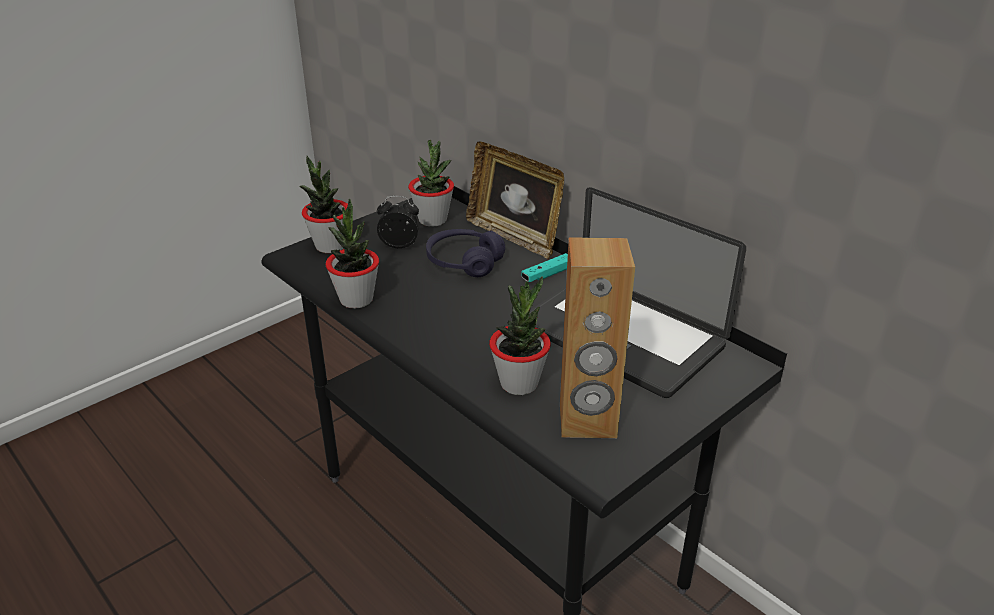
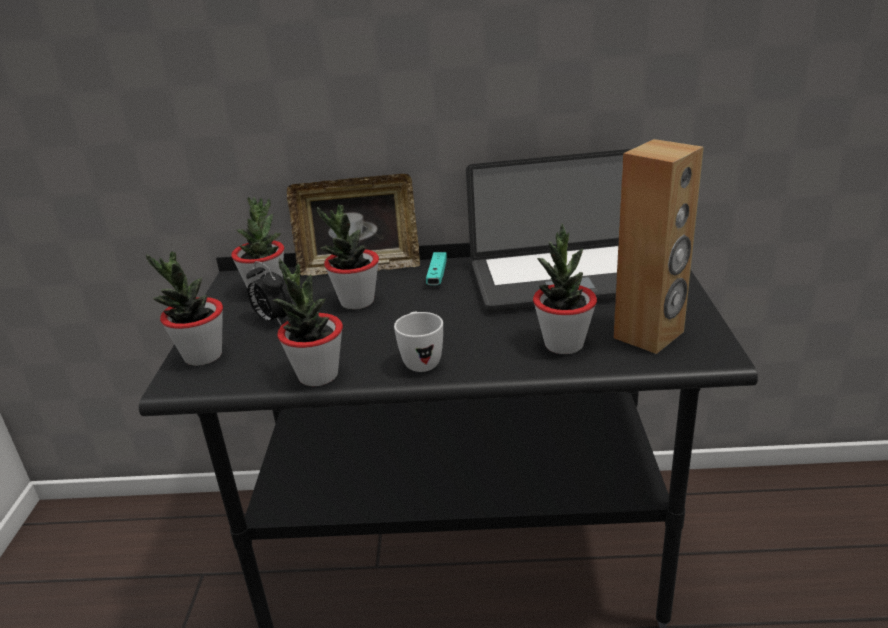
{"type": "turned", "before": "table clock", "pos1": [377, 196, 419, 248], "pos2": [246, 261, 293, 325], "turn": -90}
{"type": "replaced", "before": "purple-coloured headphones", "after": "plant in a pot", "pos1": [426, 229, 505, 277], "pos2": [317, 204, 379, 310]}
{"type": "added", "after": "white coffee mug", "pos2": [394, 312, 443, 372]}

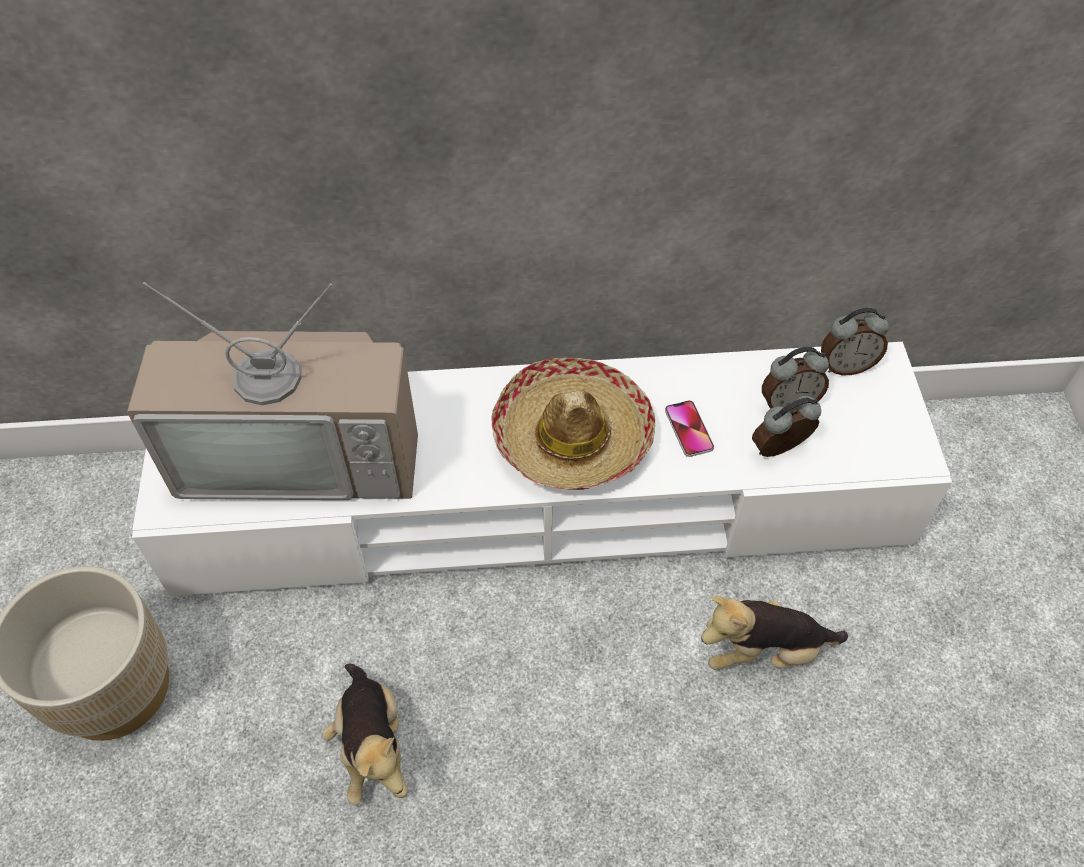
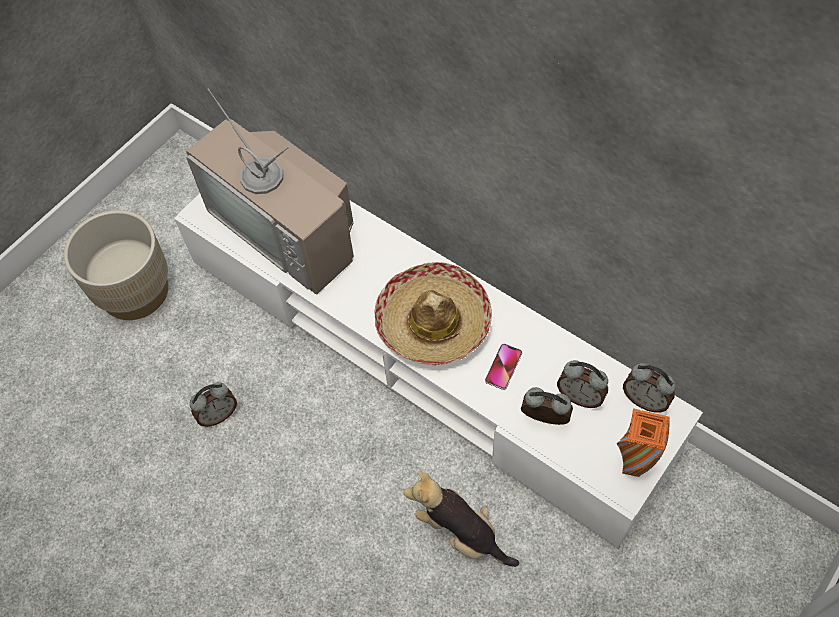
{"type": "replaced", "before": "soft toy", "after": "table clock", "pos1": [322, 663, 408, 805], "pos2": [190, 382, 237, 427]}
{"type": "added", "after": "orange-coloured vase", "pos2": [617, 408, 670, 477]}

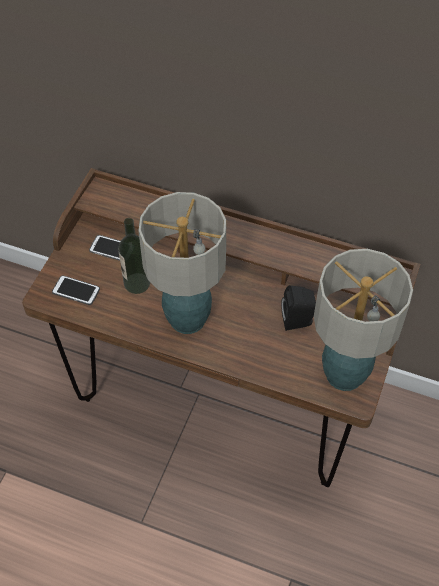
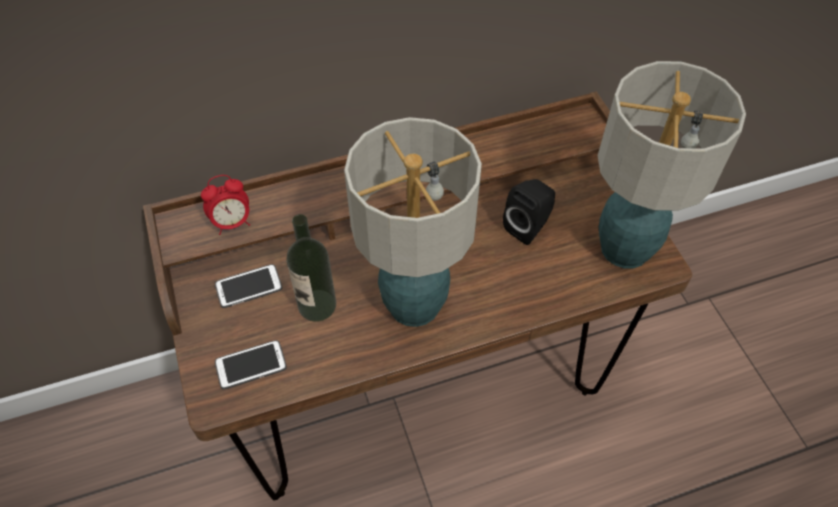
{"type": "added", "after": "table clock", "pos2": [201, 175, 250, 235]}

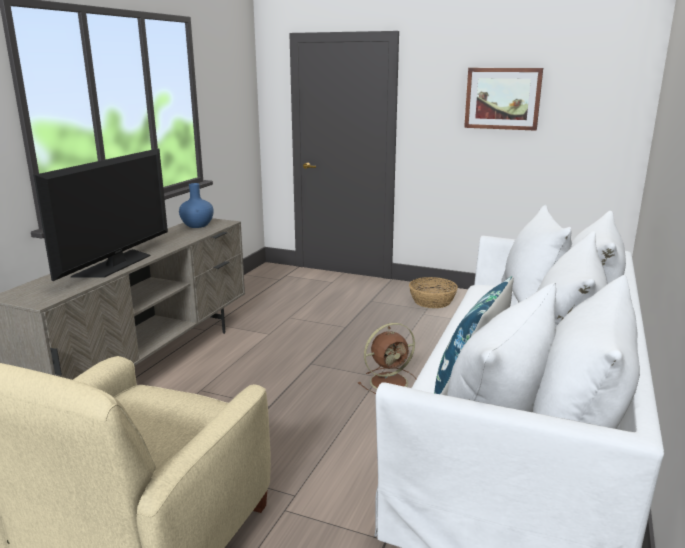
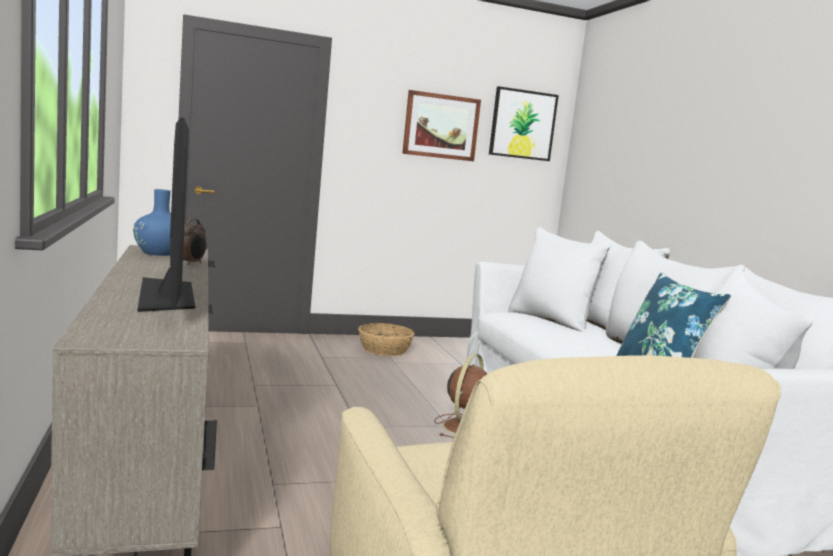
{"type": "added", "after": "table clock", "pos2": [183, 219, 207, 265]}
{"type": "added", "after": "wall picture", "pos2": [489, 86, 559, 161]}

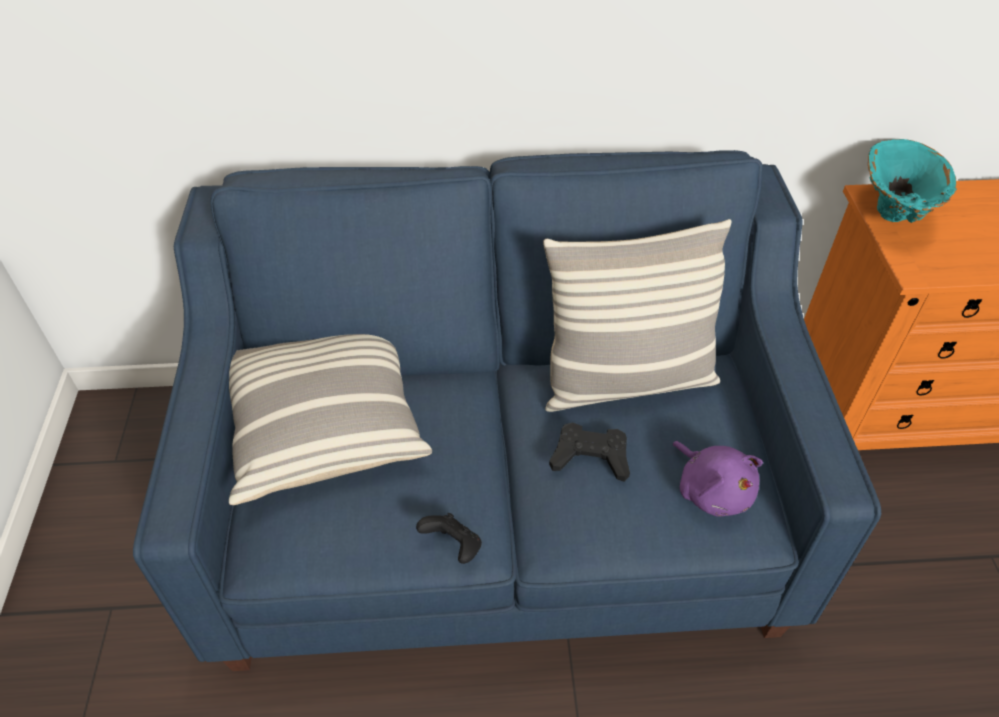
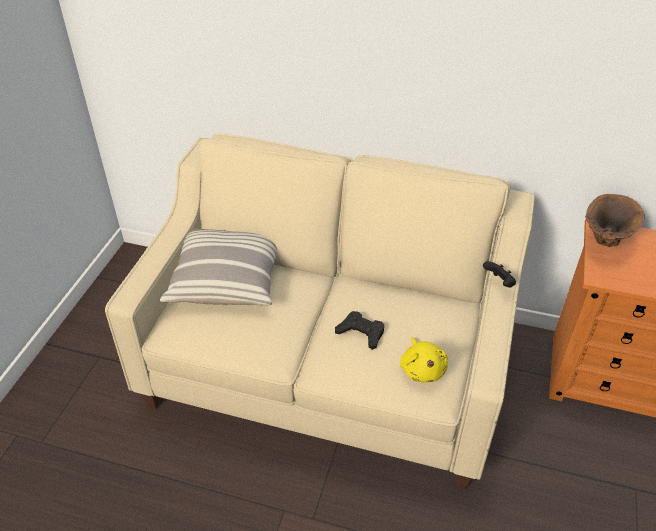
{"type": "recoloured", "before": "bluish couch", "after": "sand-coloured couch", "pos1": [133, 150, 881, 671], "pos2": [105, 133, 535, 489]}
{"type": "moved", "before": "blackish joypad", "pos1": [416, 513, 482, 564], "pos2": [483, 261, 516, 288]}
{"type": "removed", "before": "cushion", "pos1": [543, 219, 731, 412]}
{"type": "recoloured", "before": "purple-coloured soft toy", "after": "yellow-coloured soft toy", "pos1": [673, 441, 763, 517], "pos2": [400, 337, 448, 383]}
{"type": "recoloured", "before": "turquoise vase", "after": "brownish vase", "pos1": [868, 139, 957, 223], "pos2": [585, 194, 645, 247]}

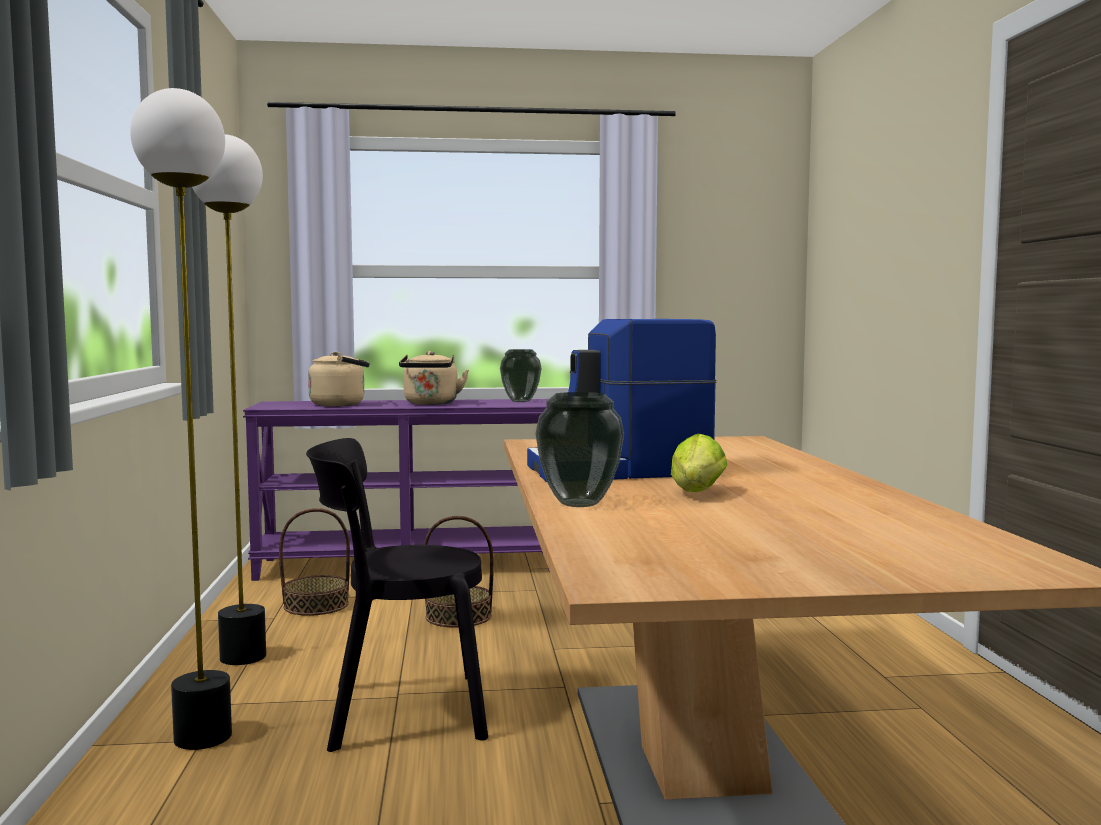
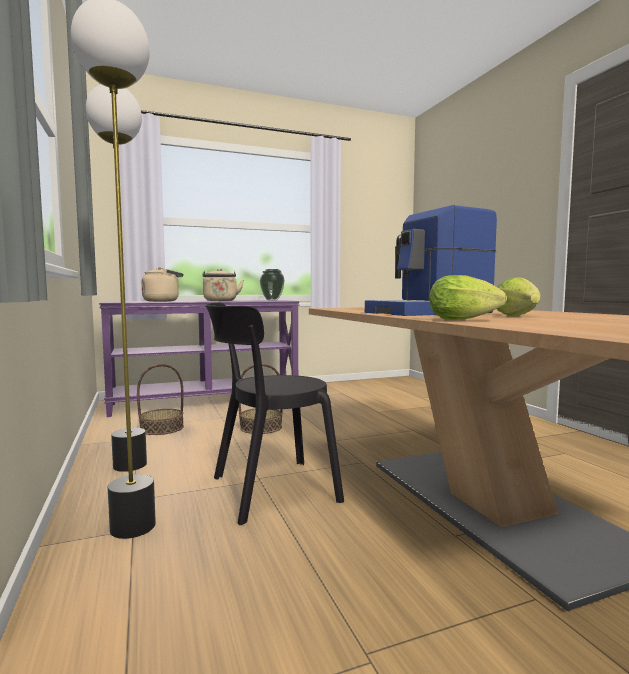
{"type": "replaced", "before": "vase", "after": "lettuce", "pos1": [535, 392, 624, 507], "pos2": [430, 275, 507, 320]}

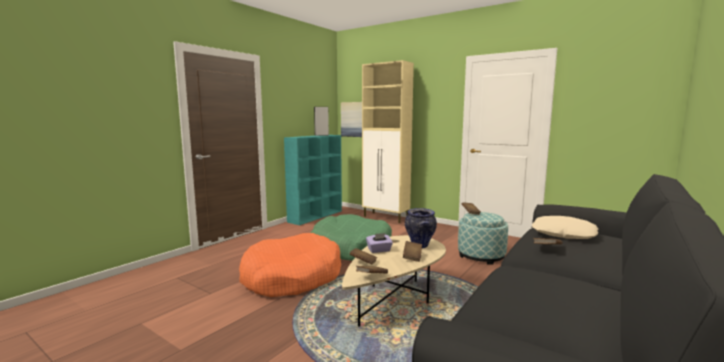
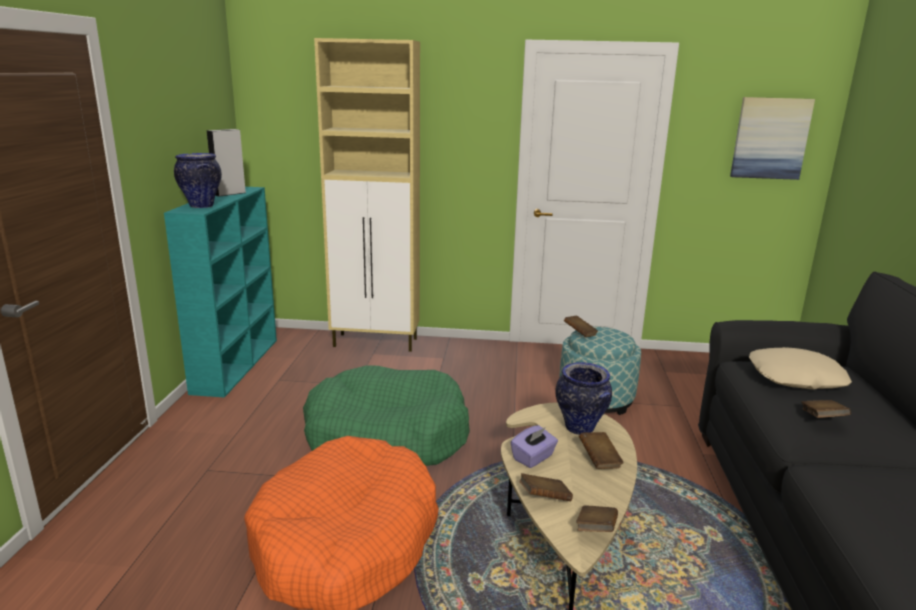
{"type": "moved", "before": "wall picture", "pos1": [341, 102, 362, 137], "pos2": [730, 97, 815, 180]}
{"type": "added", "after": "vase", "pos2": [174, 153, 222, 208]}

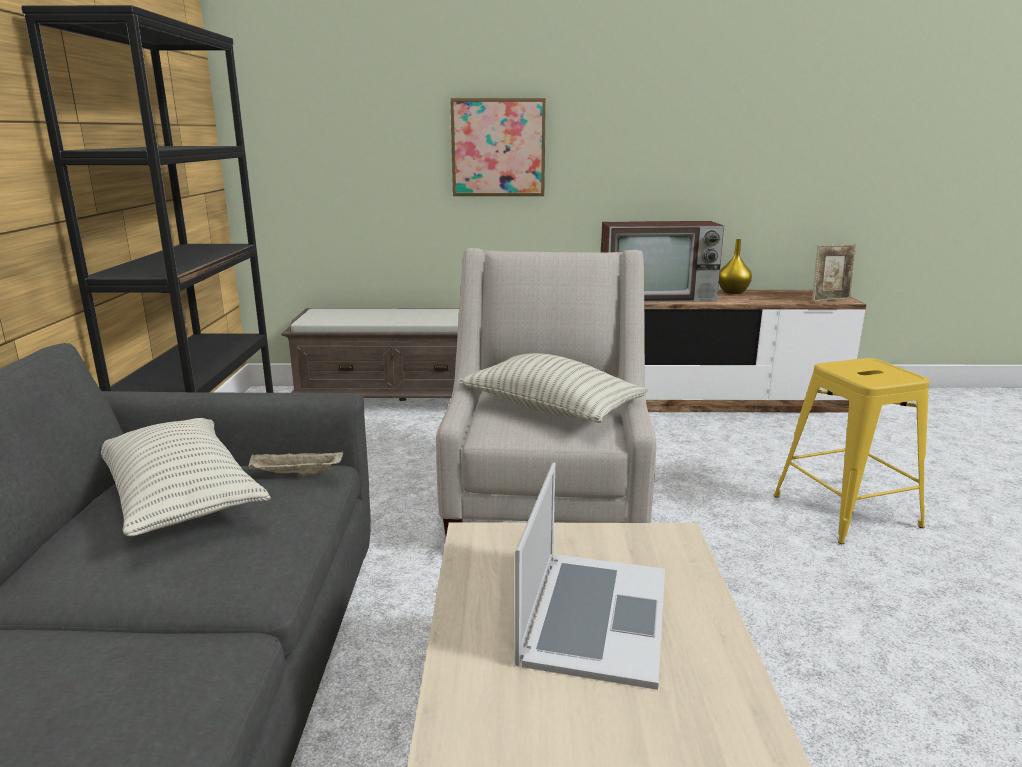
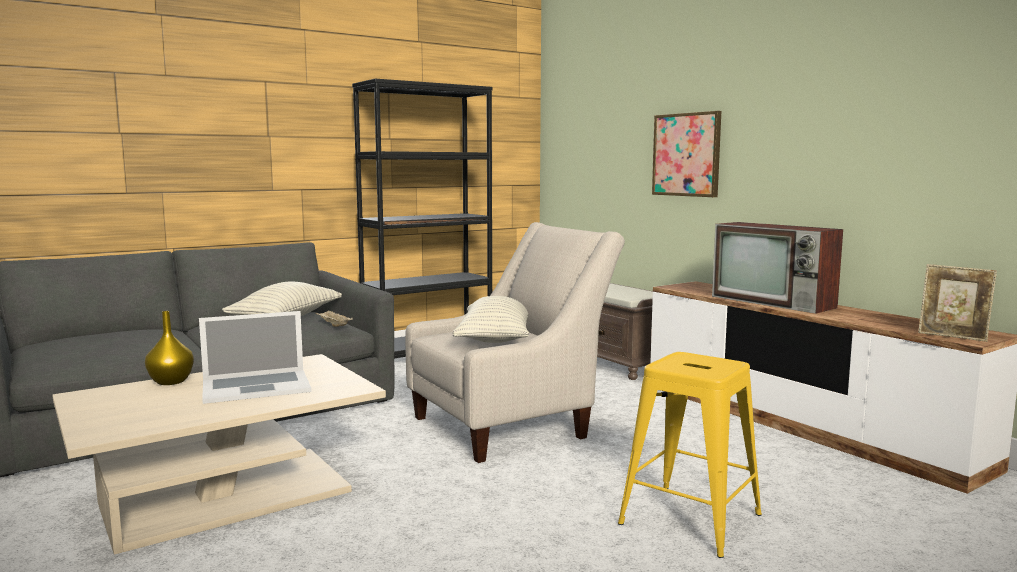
{"type": "moved", "before": "yellow-coloured vase", "pos1": [719, 239, 752, 294], "pos2": [145, 311, 194, 385]}

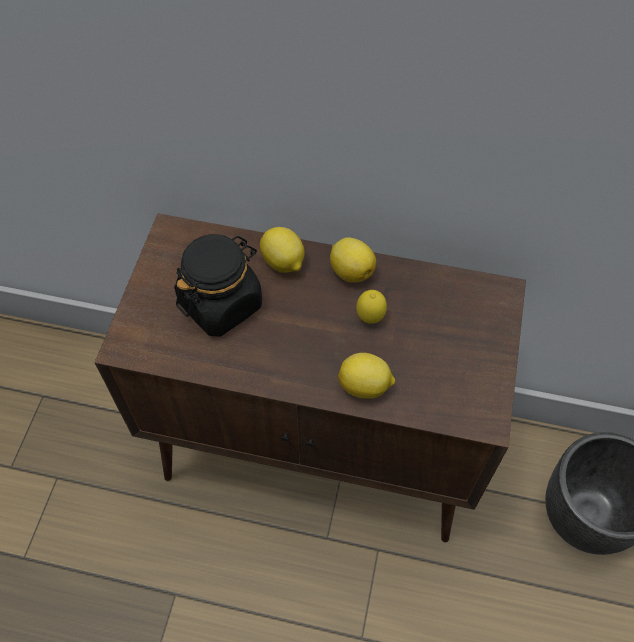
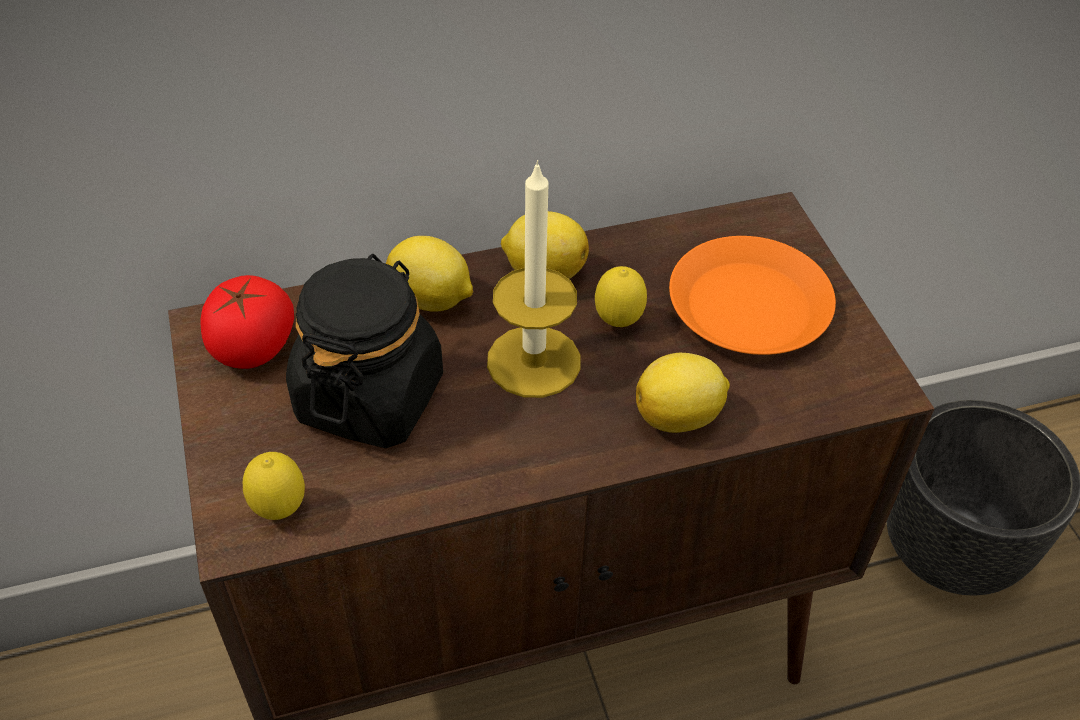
{"type": "added", "after": "whole tomato", "pos2": [200, 275, 294, 369]}
{"type": "added", "after": "whole lemon", "pos2": [243, 452, 305, 520]}
{"type": "added", "after": "wax candle", "pos2": [487, 160, 581, 398]}
{"type": "added", "after": "orange-coloured flat dish", "pos2": [669, 236, 836, 355]}

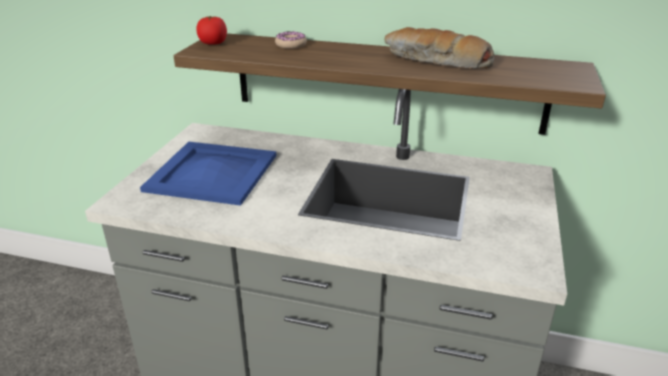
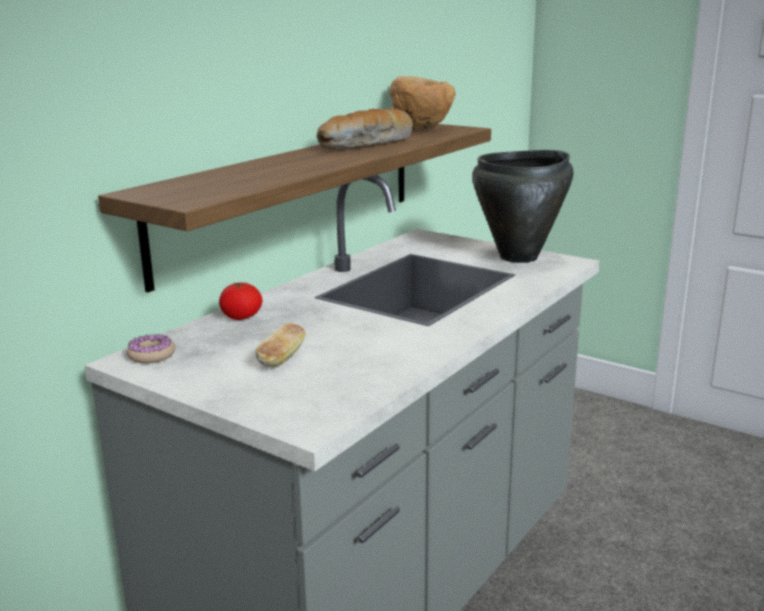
{"type": "replaced", "before": "bluish carrying tray", "after": "bakery bread", "pos1": [140, 142, 276, 206], "pos2": [255, 323, 306, 367]}
{"type": "moved", "before": "whole tomato", "pos1": [196, 16, 227, 45], "pos2": [219, 282, 263, 320]}
{"type": "moved", "before": "doughnut", "pos1": [275, 31, 307, 49], "pos2": [127, 334, 175, 363]}
{"type": "added", "after": "brownish deep dish", "pos2": [390, 76, 456, 130]}
{"type": "added", "after": "blackish stockpot", "pos2": [472, 150, 573, 263]}

